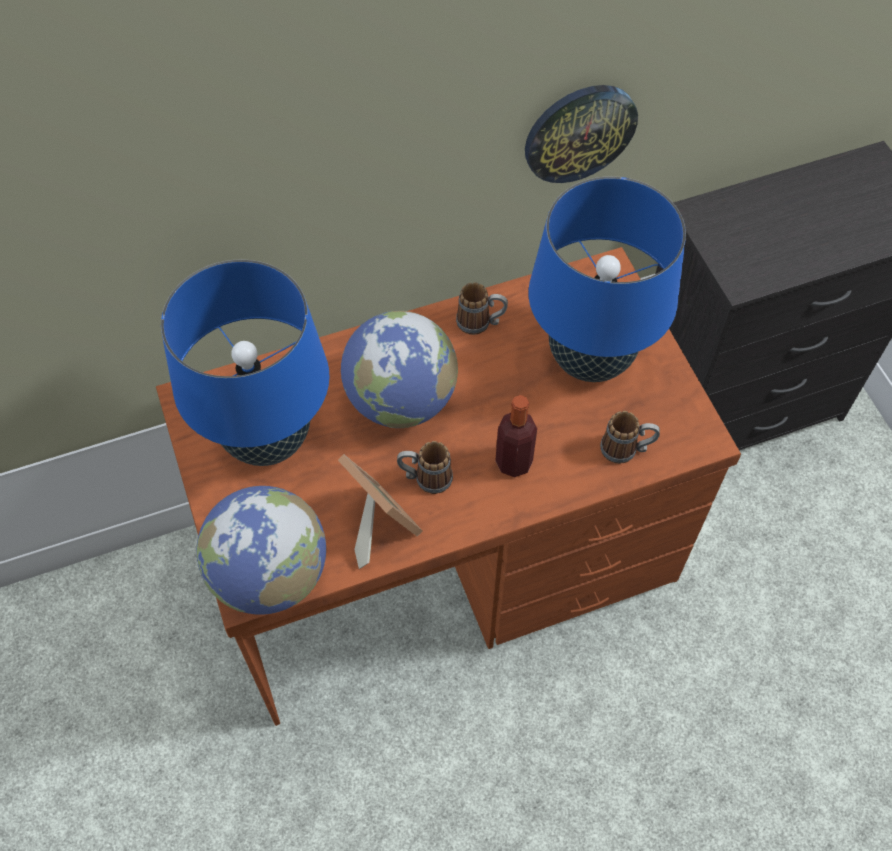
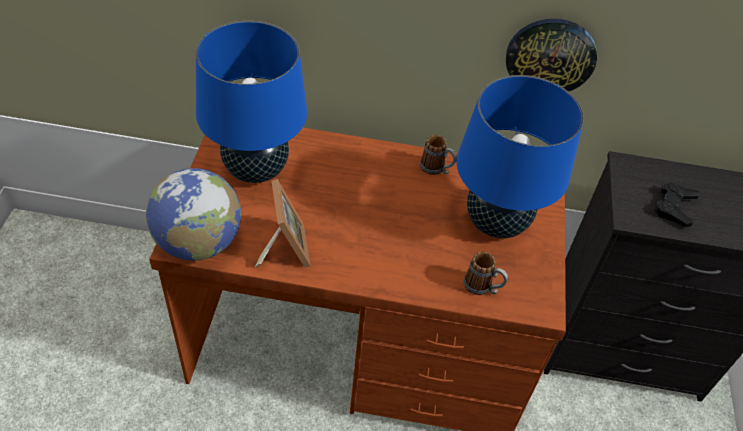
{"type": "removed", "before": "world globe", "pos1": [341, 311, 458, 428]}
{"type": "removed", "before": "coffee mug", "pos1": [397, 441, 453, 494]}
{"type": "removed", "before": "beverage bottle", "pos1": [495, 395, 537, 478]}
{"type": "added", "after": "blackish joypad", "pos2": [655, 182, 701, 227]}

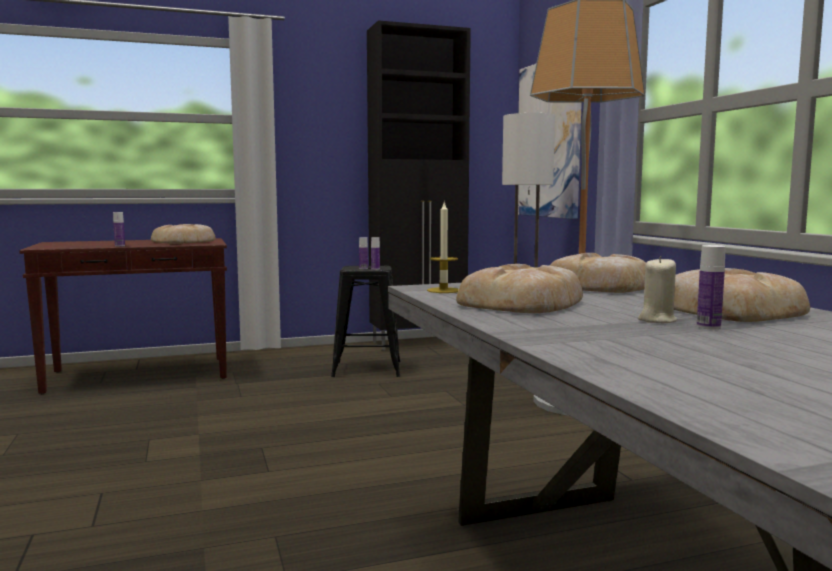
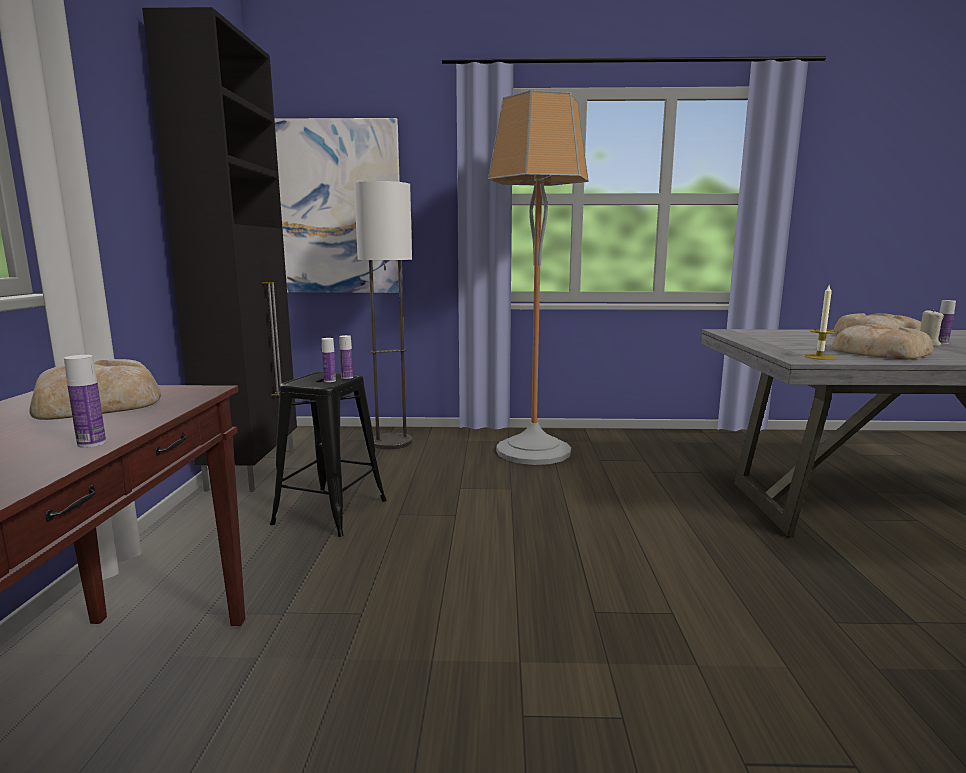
{"type": "removed", "before": "bakery bread", "pos1": [550, 253, 646, 293]}

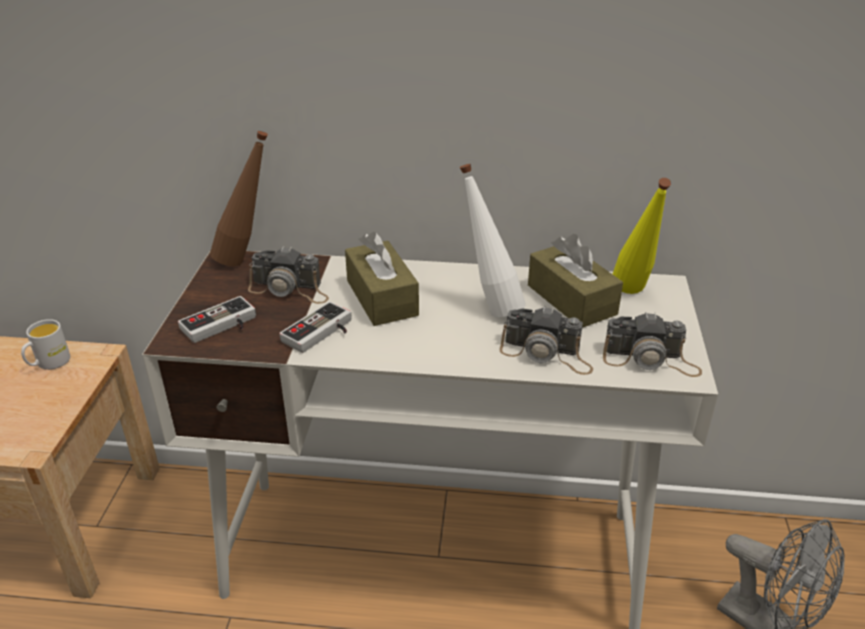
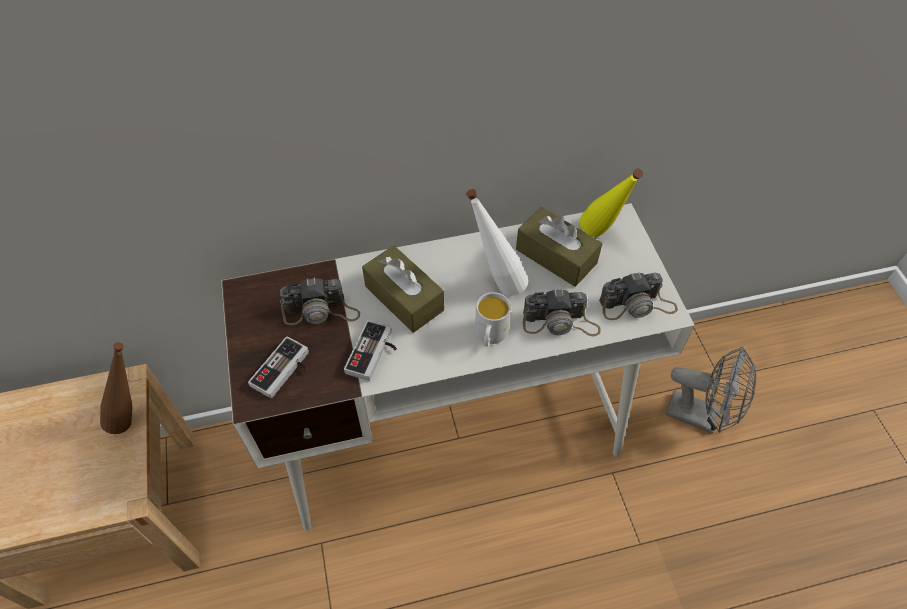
{"type": "moved", "before": "white coffee mug", "pos1": [21, 319, 70, 370], "pos2": [475, 292, 511, 347]}
{"type": "moved", "before": "brownish beverage bottle", "pos1": [210, 131, 268, 266], "pos2": [100, 342, 132, 434]}

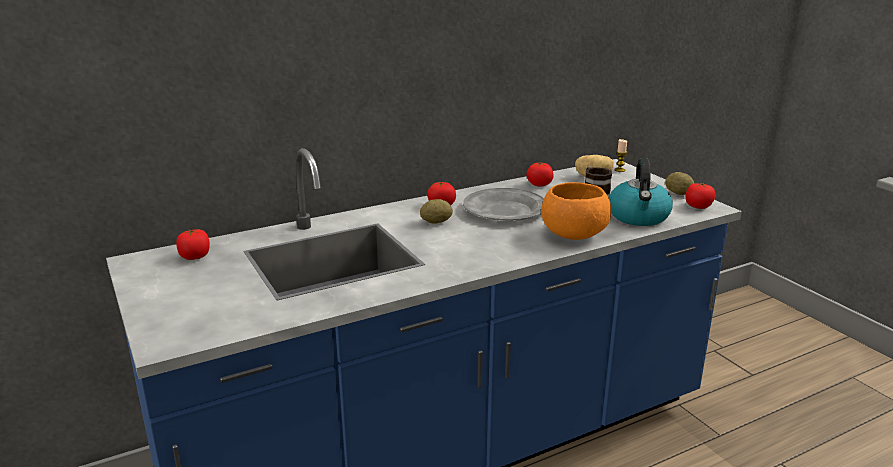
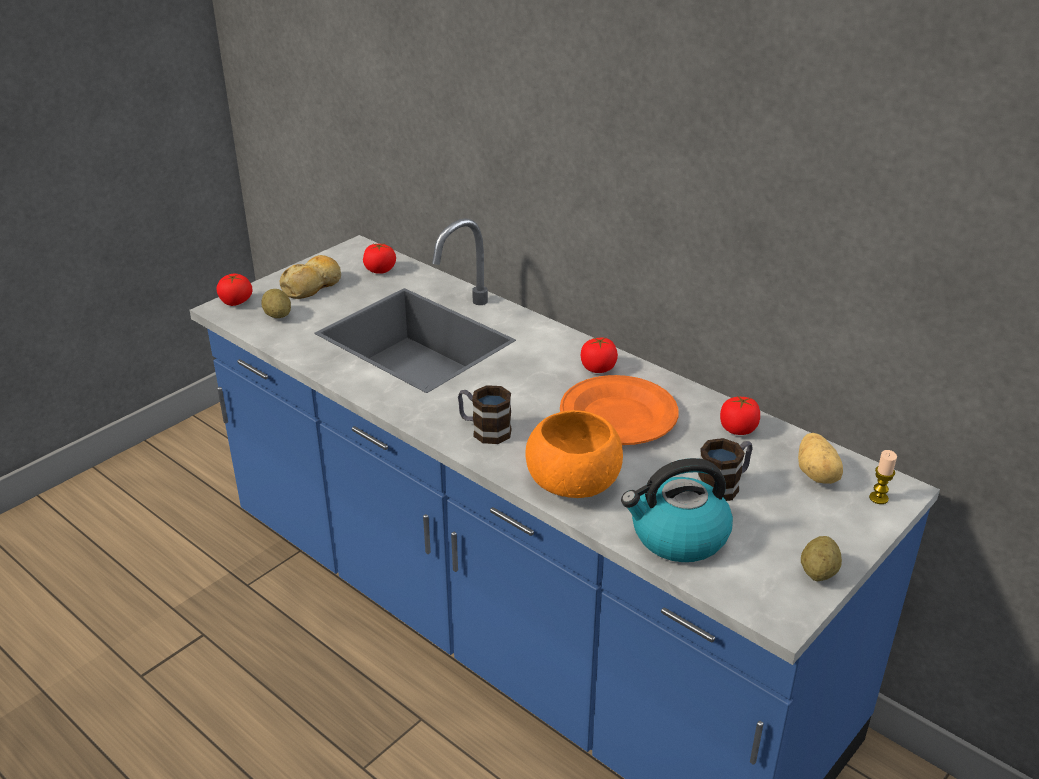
{"type": "moved", "before": "whole potato", "pos1": [420, 199, 453, 224], "pos2": [261, 289, 291, 318]}
{"type": "recoloured", "before": "grey flat dish", "after": "orange-coloured flat dish", "pos1": [463, 188, 544, 221], "pos2": [560, 375, 678, 445]}
{"type": "moved", "before": "whole tomato", "pos1": [686, 183, 715, 209], "pos2": [217, 274, 253, 306]}
{"type": "added", "after": "bakery bread", "pos2": [280, 255, 341, 299]}
{"type": "added", "after": "coffee mug", "pos2": [458, 385, 512, 444]}

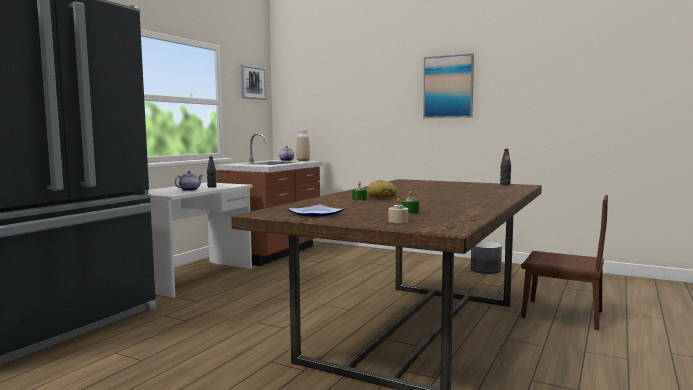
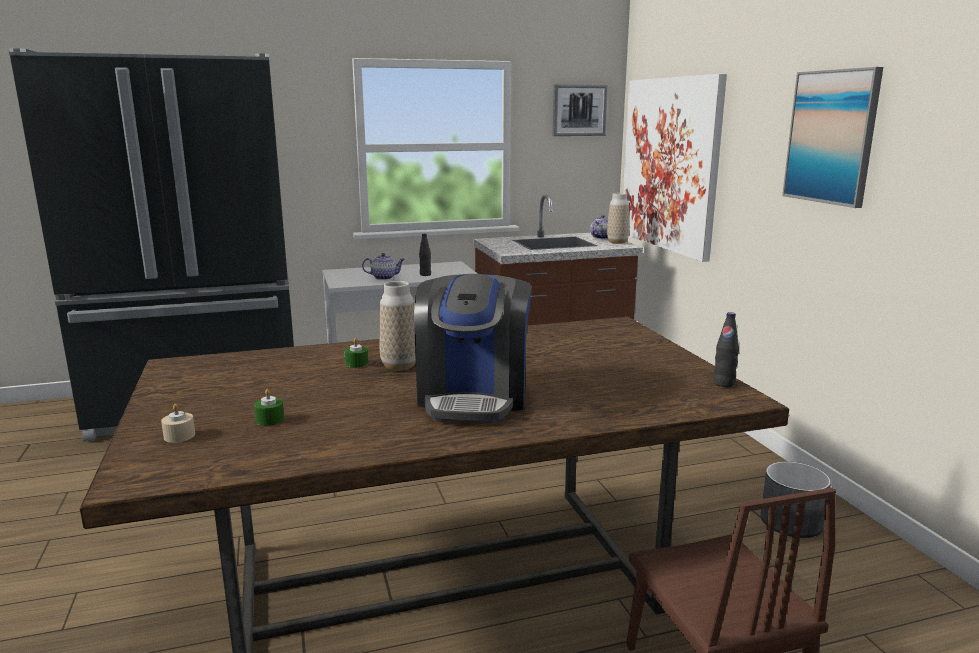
{"type": "removed", "before": "flat dish", "pos1": [288, 205, 344, 217]}
{"type": "replaced", "before": "bakery bread", "after": "vase", "pos1": [367, 180, 397, 198], "pos2": [380, 281, 416, 371]}
{"type": "added", "after": "coffee brewer", "pos2": [414, 274, 531, 422]}
{"type": "added", "after": "wall picture", "pos2": [623, 74, 727, 262]}

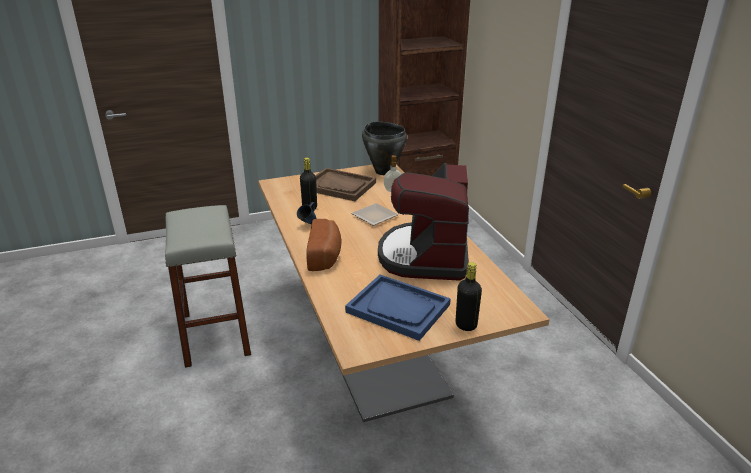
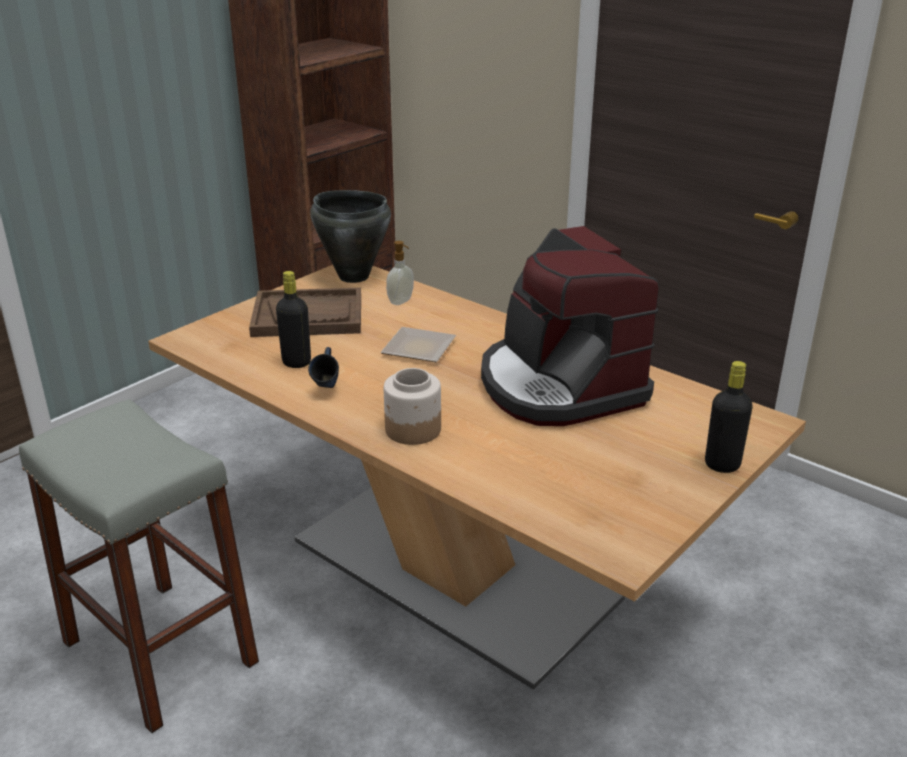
{"type": "replaced", "before": "bakery bread", "after": "preserve jar", "pos1": [306, 219, 342, 271], "pos2": [384, 368, 441, 445]}
{"type": "removed", "before": "bluish carrying tray", "pos1": [345, 275, 451, 341]}

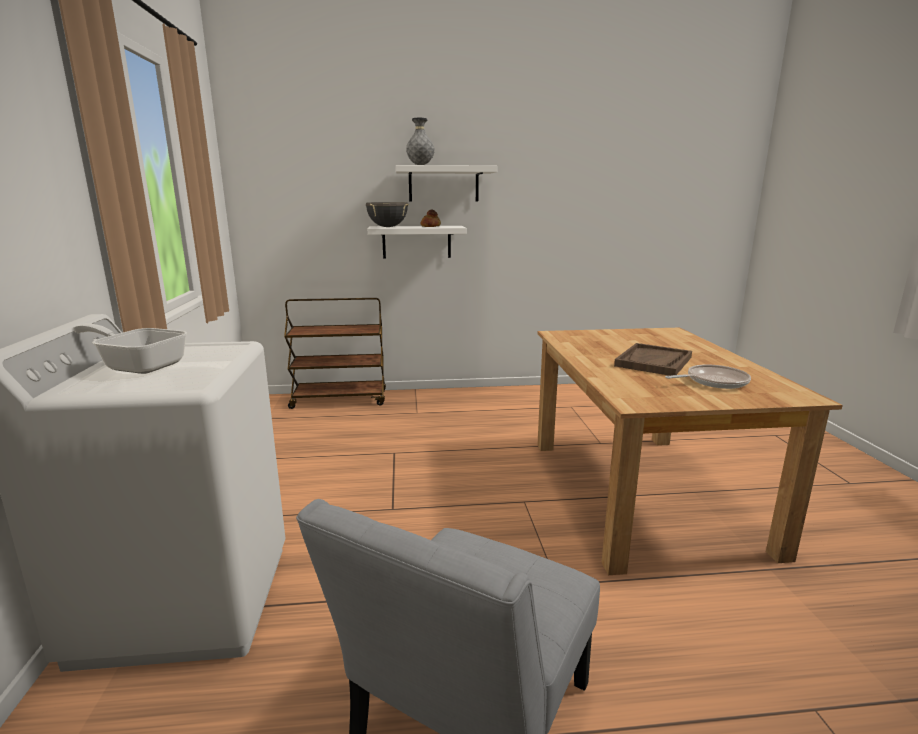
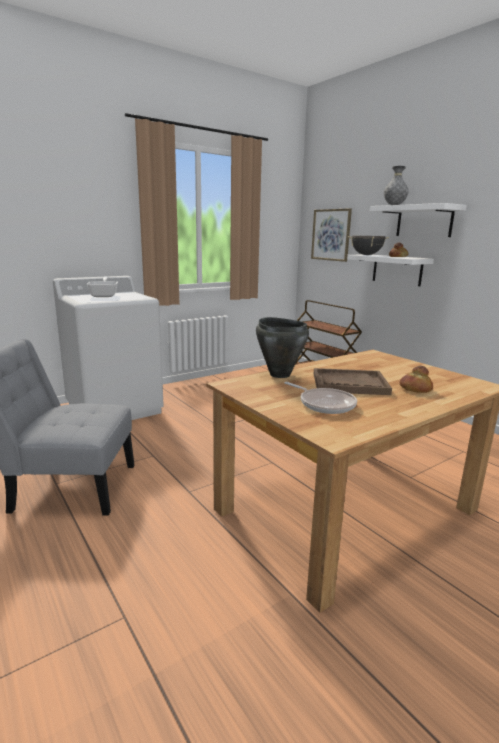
{"type": "added", "after": "blackish stockpot", "pos2": [256, 317, 309, 378]}
{"type": "added", "after": "wall picture", "pos2": [311, 208, 352, 262]}
{"type": "added", "after": "bakery bread", "pos2": [399, 366, 433, 393]}

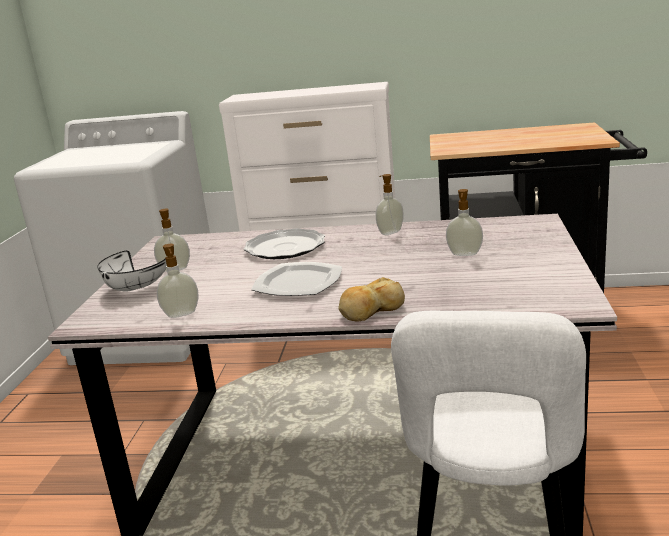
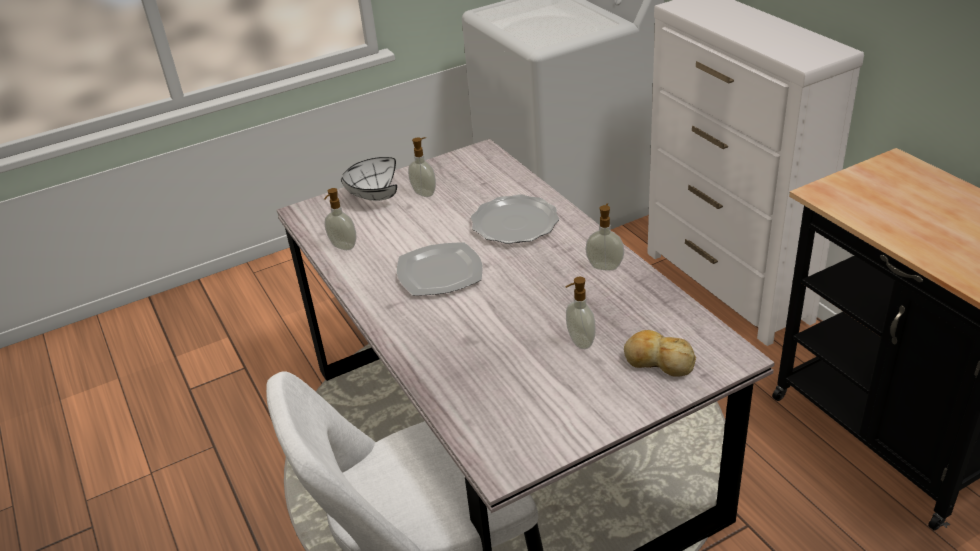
{"type": "moved", "before": "bakery bread", "pos1": [338, 277, 405, 321], "pos2": [624, 330, 696, 377]}

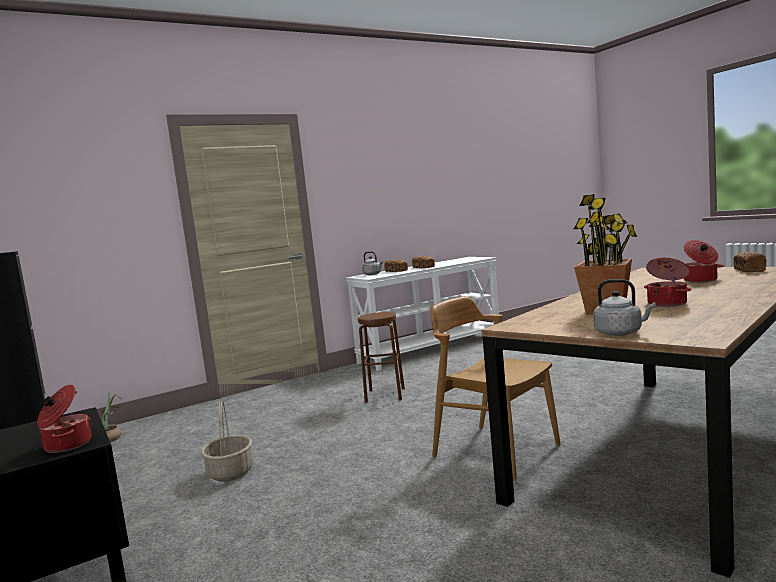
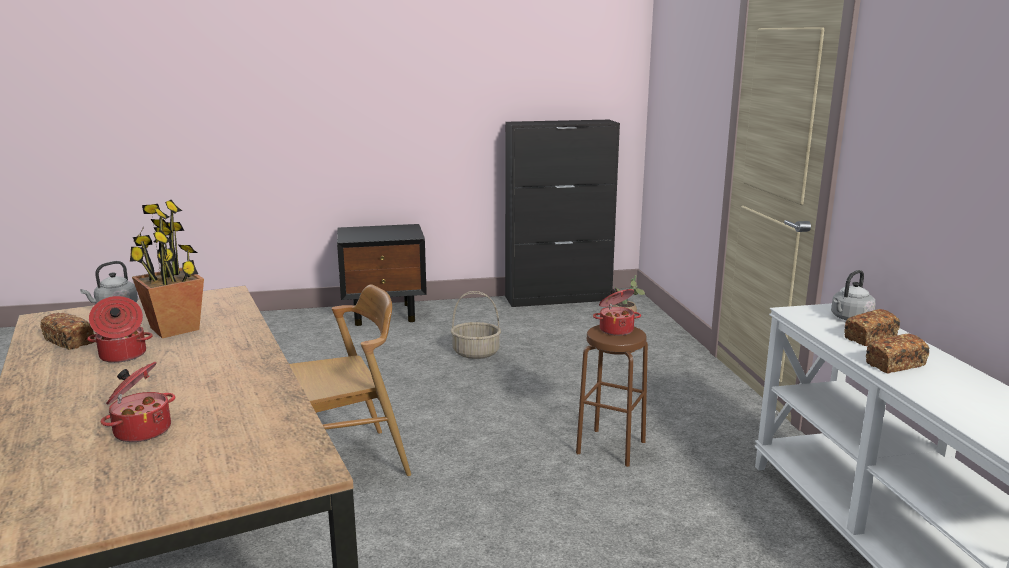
{"type": "moved", "before": "stockpot", "pos1": [37, 385, 92, 453], "pos2": [593, 288, 641, 336]}
{"type": "moved", "before": "bakery bread", "pos1": [733, 252, 766, 272], "pos2": [40, 313, 94, 350]}

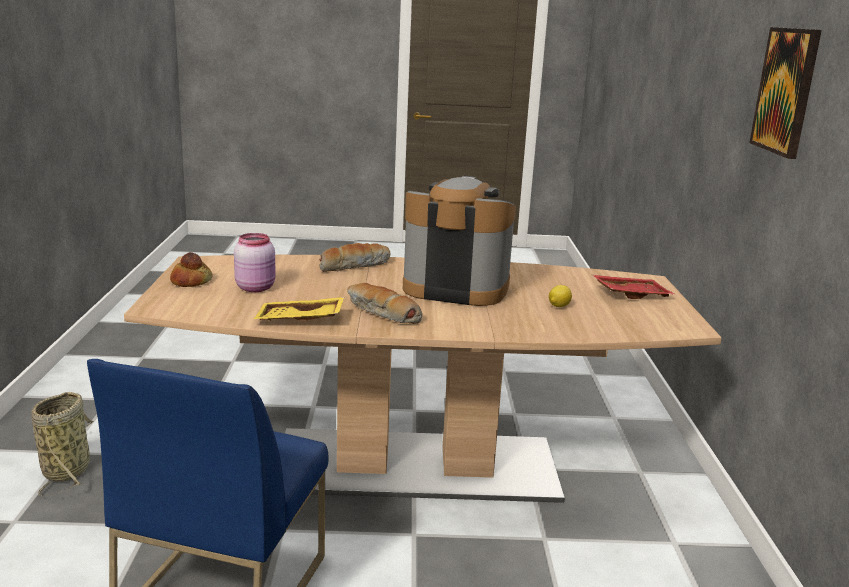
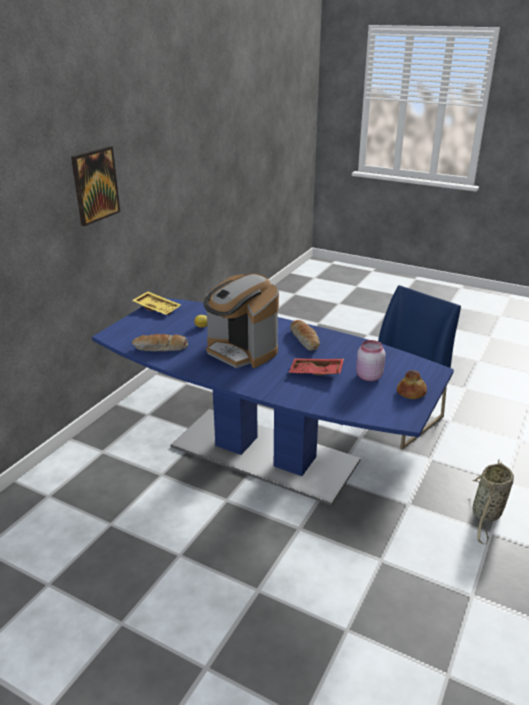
{"type": "recoloured", "before": "brownish dining table", "after": "bluish dining table", "pos1": [124, 255, 722, 503], "pos2": [92, 297, 454, 506]}
{"type": "moved", "before": "yellow-coloured carrying tray", "pos1": [254, 297, 344, 321], "pos2": [132, 291, 181, 315]}
{"type": "moved", "before": "bakery bread", "pos1": [319, 243, 391, 272], "pos2": [132, 334, 188, 352]}
{"type": "moved", "before": "red carrying tray", "pos1": [593, 275, 676, 299], "pos2": [288, 358, 344, 375]}

